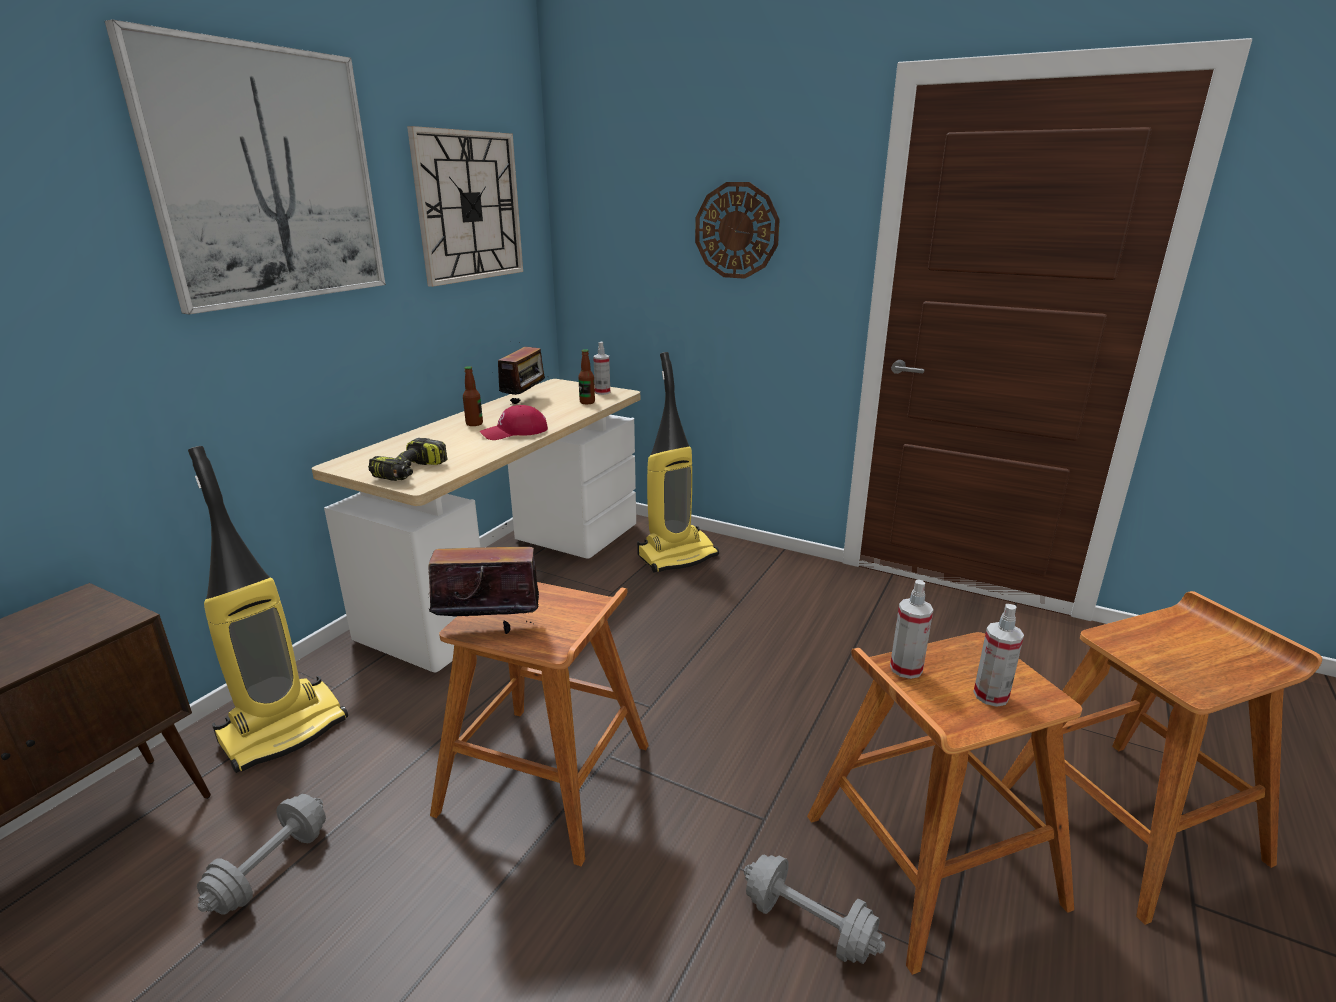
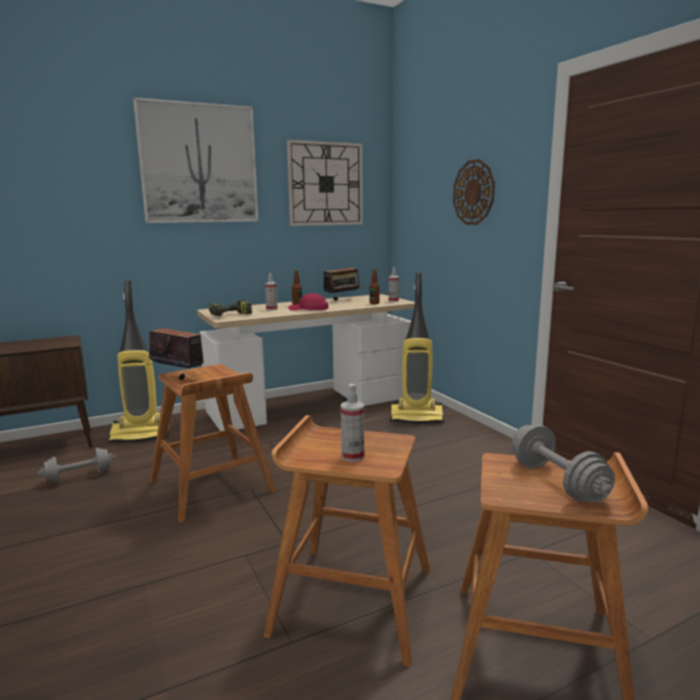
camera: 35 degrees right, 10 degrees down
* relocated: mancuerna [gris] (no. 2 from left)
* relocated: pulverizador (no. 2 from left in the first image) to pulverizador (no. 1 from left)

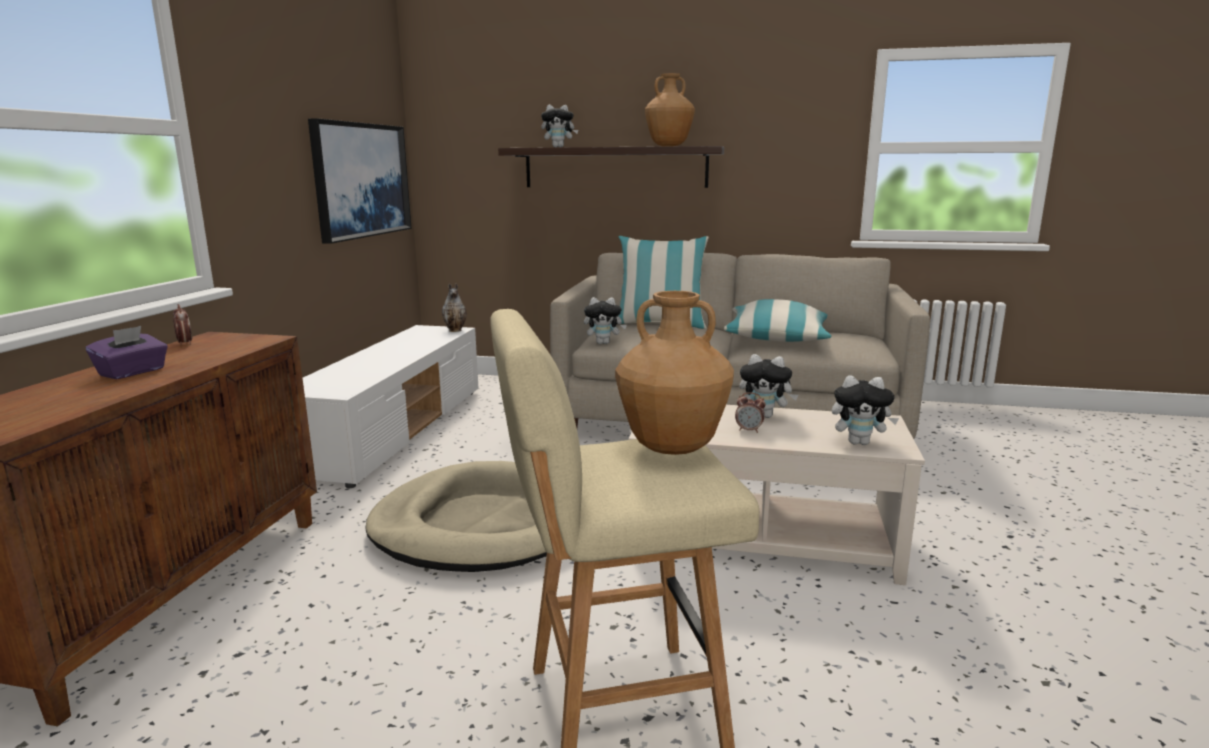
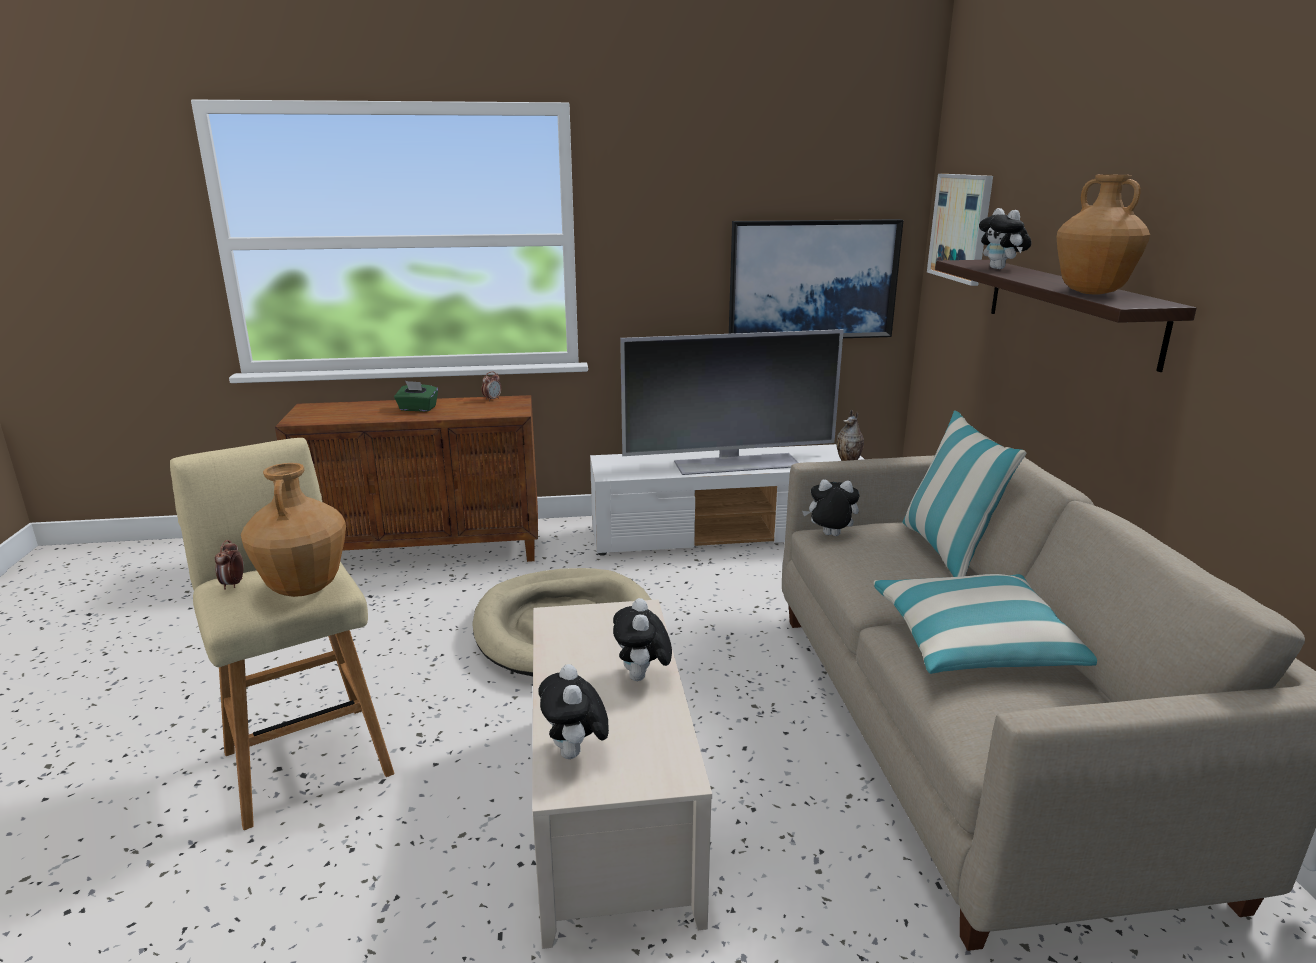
camera: 70 degrees right, 5 degrees up
* appeared: televisor
* appeared: cuadro (no. 2 from left)
* relocated: despertador (no. 2 from left in the first image) to despertador (no. 1 from left)
* colour: caja de pañuelos [morado] to caja de pañuelos [verde]
* spun: peluche (no. 2 from left in the first image) 120 degrees clockwise

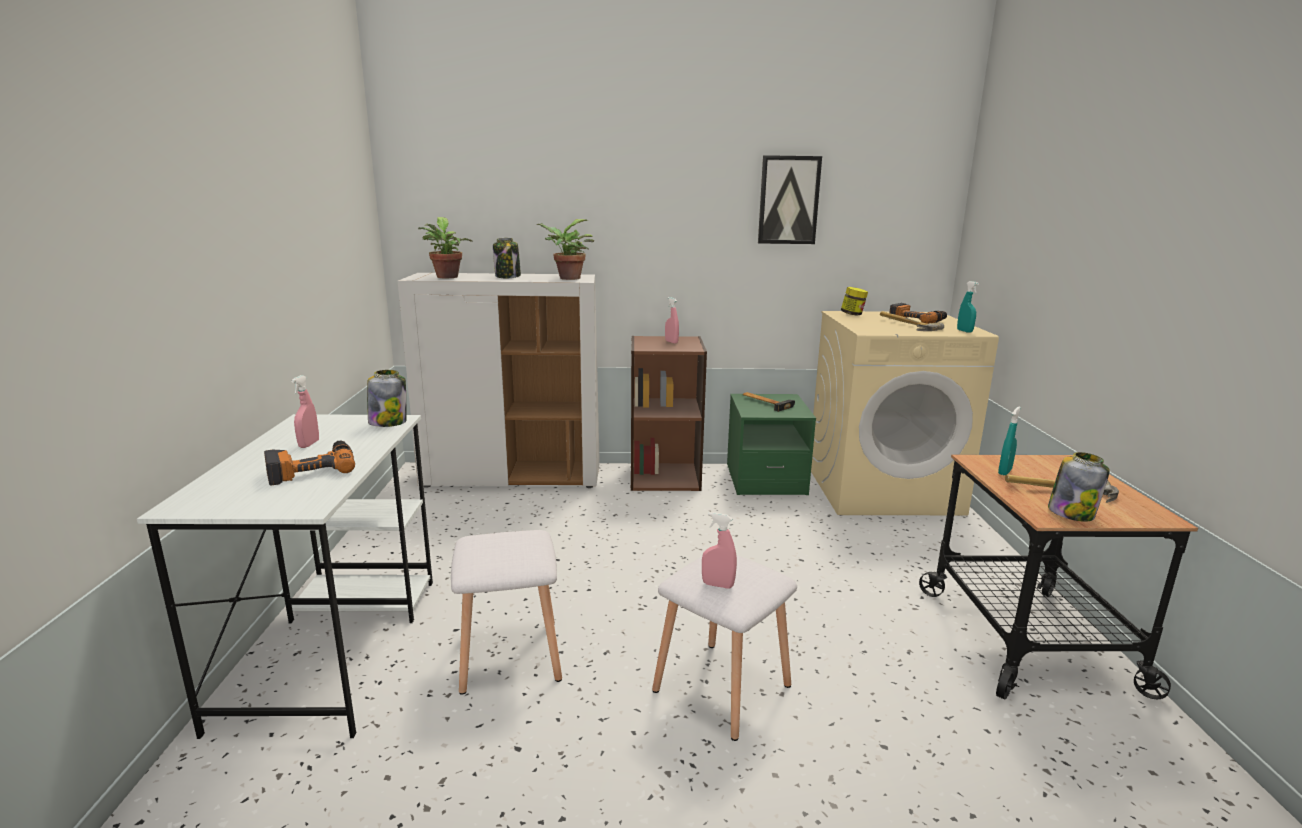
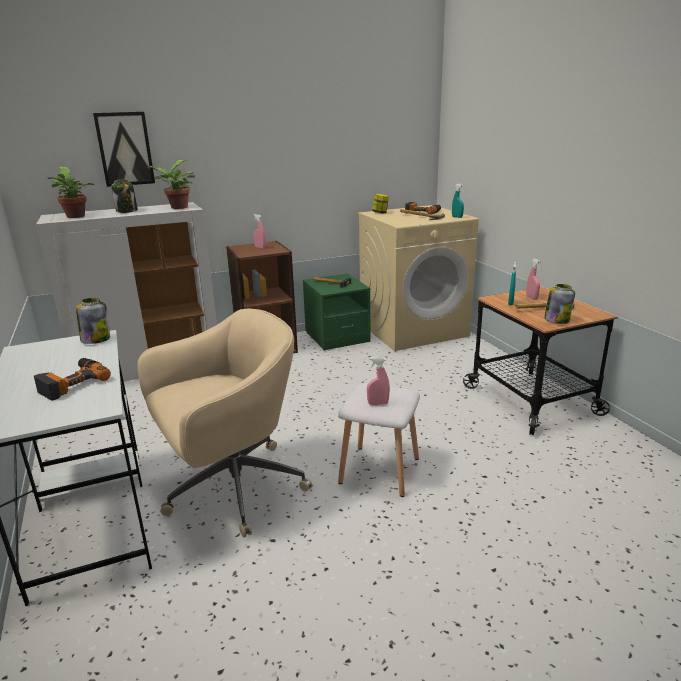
camera: 20 degrees left, 5 degrees up
* relocated: pulverizador [rosa] (no. 1 from left in the first image) to pulverizador [rosa] (no. 3 from left)
* relocated: cuadro
* exchanged: taburete [blanco] (no. 1 from left) to silla de oficina [beis]

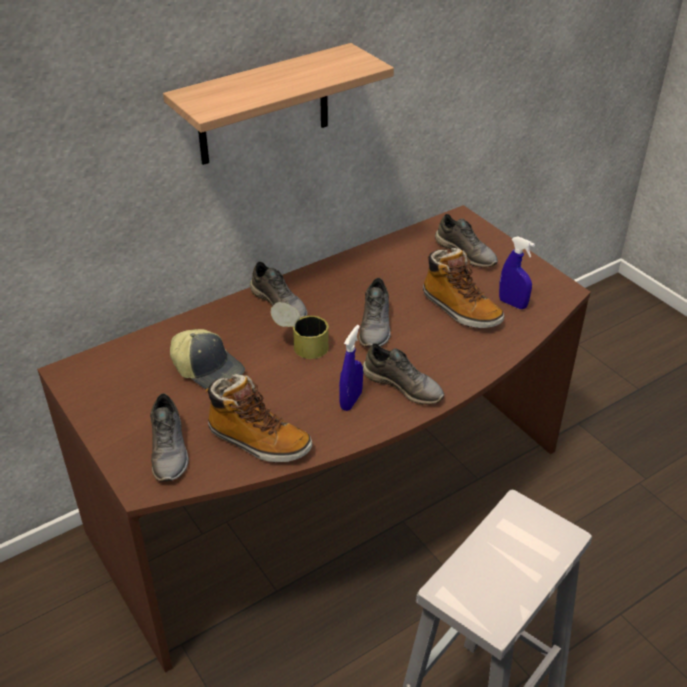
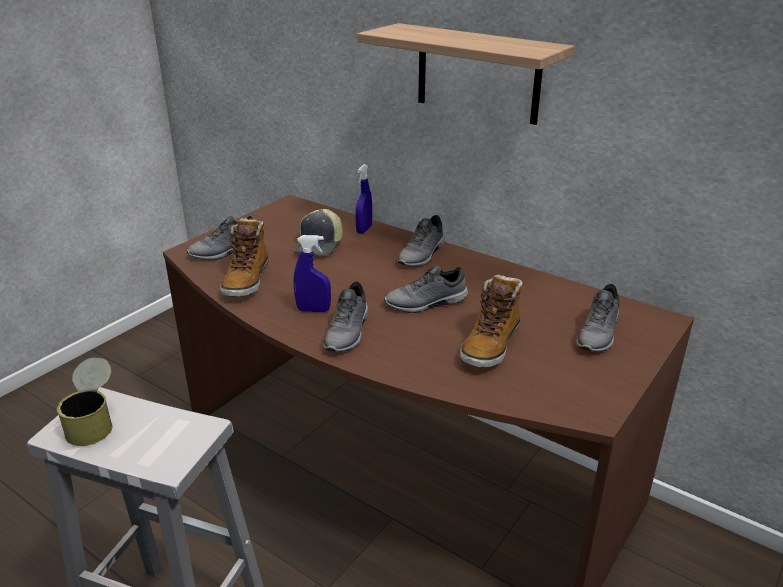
camera: 70 degrees right, 10 degrees down
* relocated: lata
* relocated: pulverizador [azul] (no. 2 from left)

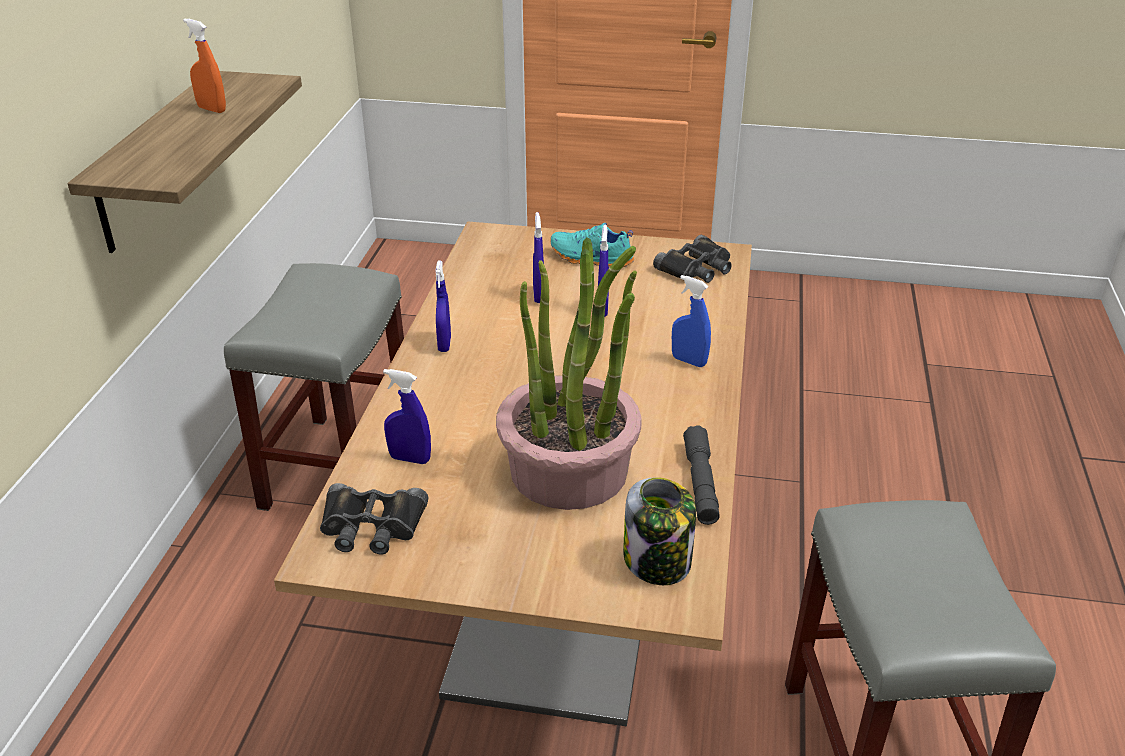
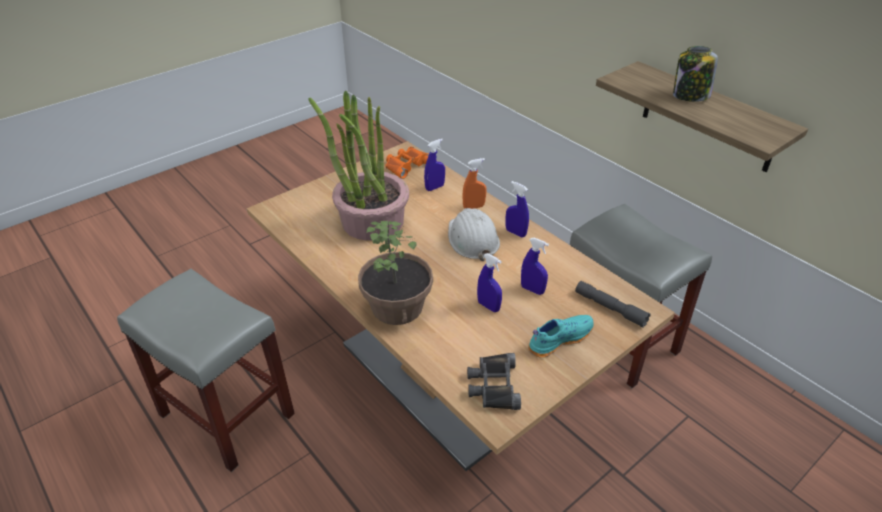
camera: 130 degrees right, 5 degrees up
* appeared: casco [blanco]
* relocated: pulverizador [naranja]
* relocated: tarro
* relocated: linterna [gris]
* exchanged: pulverizador [azul] (no. 5 from left) to planta en maceta (no. 2 from left)
* colour: prismáticos [negro] (no. 1 from left) to prismáticos [naranja]

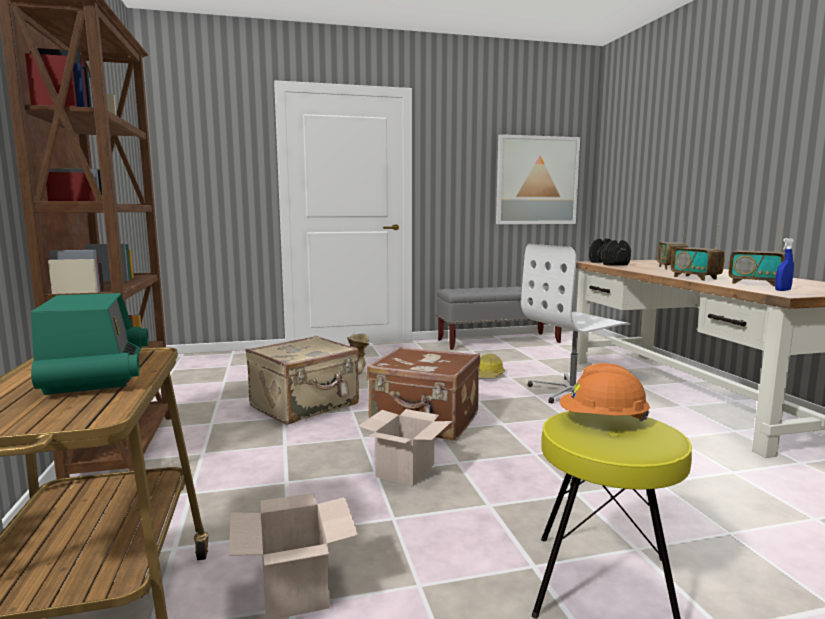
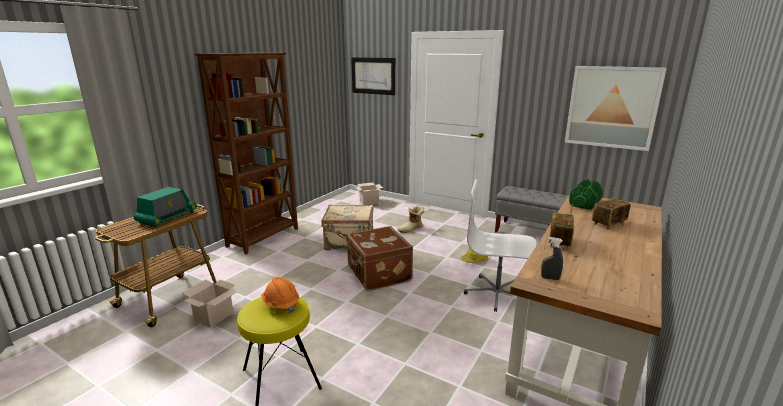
camera: 45 degrees right, 10 degrees up
* missing: radio (no. 4 from left)
* appeared: cuadro (no. 1 from left)
* relocated: caja de cartón (no. 2 from left)
* colour: mancuerna [negro] to mancuerna [verde]
* colour: pulverizador [azul] to pulverizador [gris]

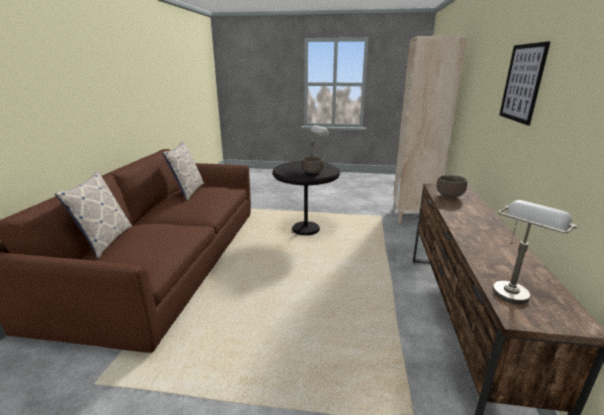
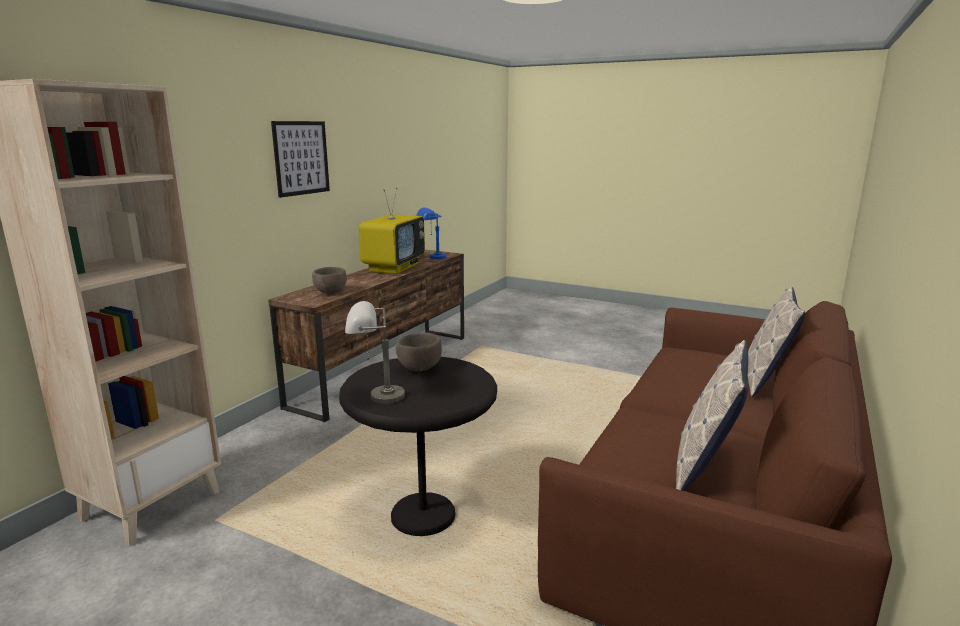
camera: 160 degrees left, 5 degrees down
* appeared: televisor
* colour: lámpara de mesa [gris] (no. 2 from left) to lámpara de mesa [azul]

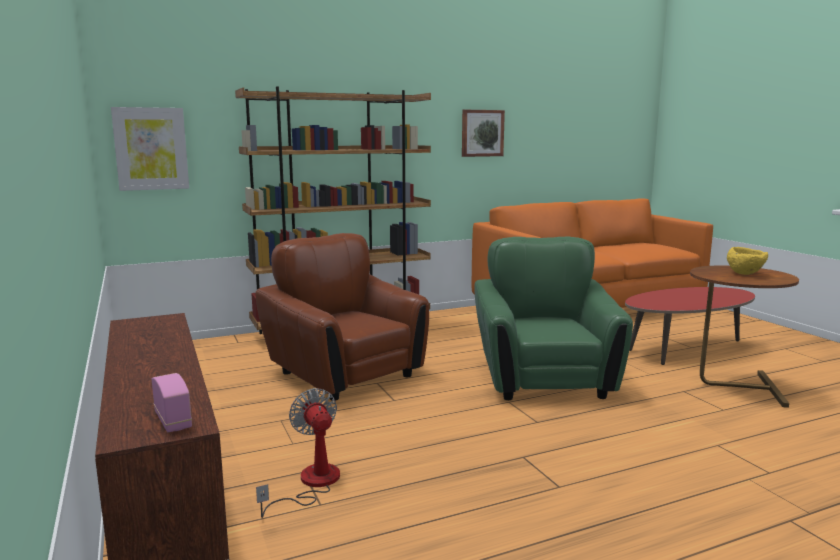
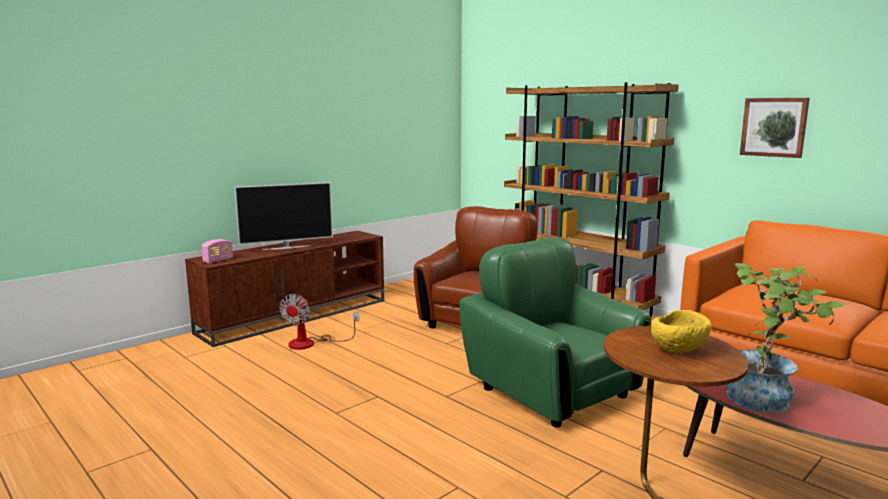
camera: 70 degrees right, 0 degrees up
* missing: cuadro (no. 1 from left)
* appeared: televisor
* appeared: planta en maceta
* spun: ventilador 150 degrees clockwise
* spun: sillón [verde] 105 degrees counterclockwise

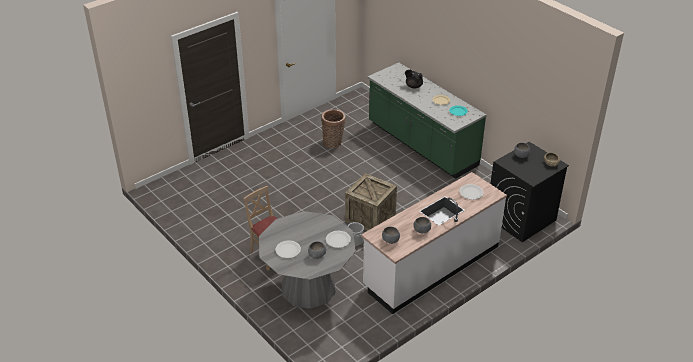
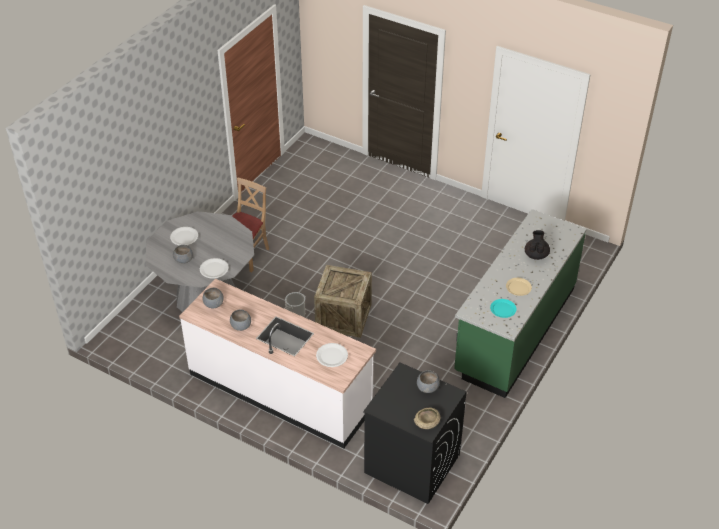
camera: 70 degrees right, 5 degrees up
* missing: cesta

